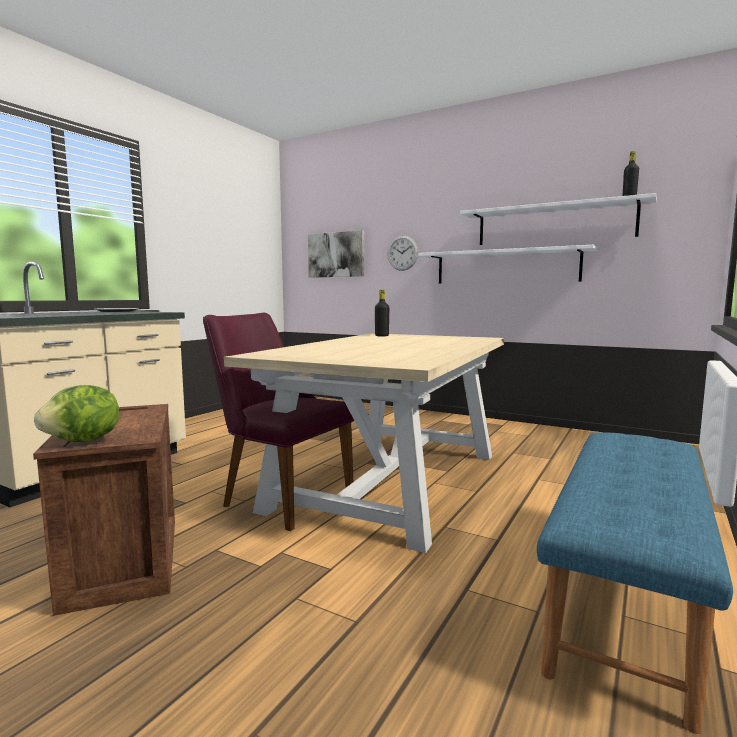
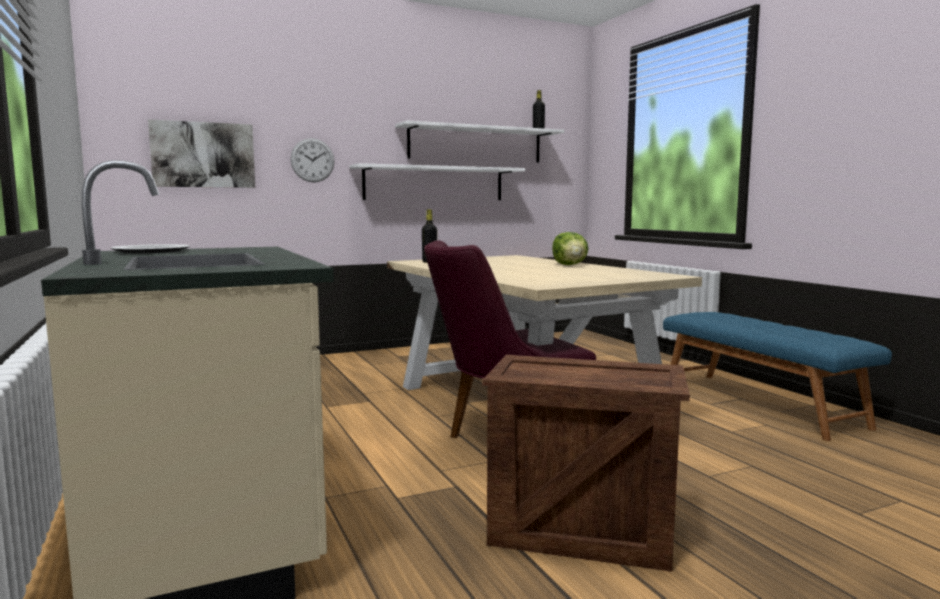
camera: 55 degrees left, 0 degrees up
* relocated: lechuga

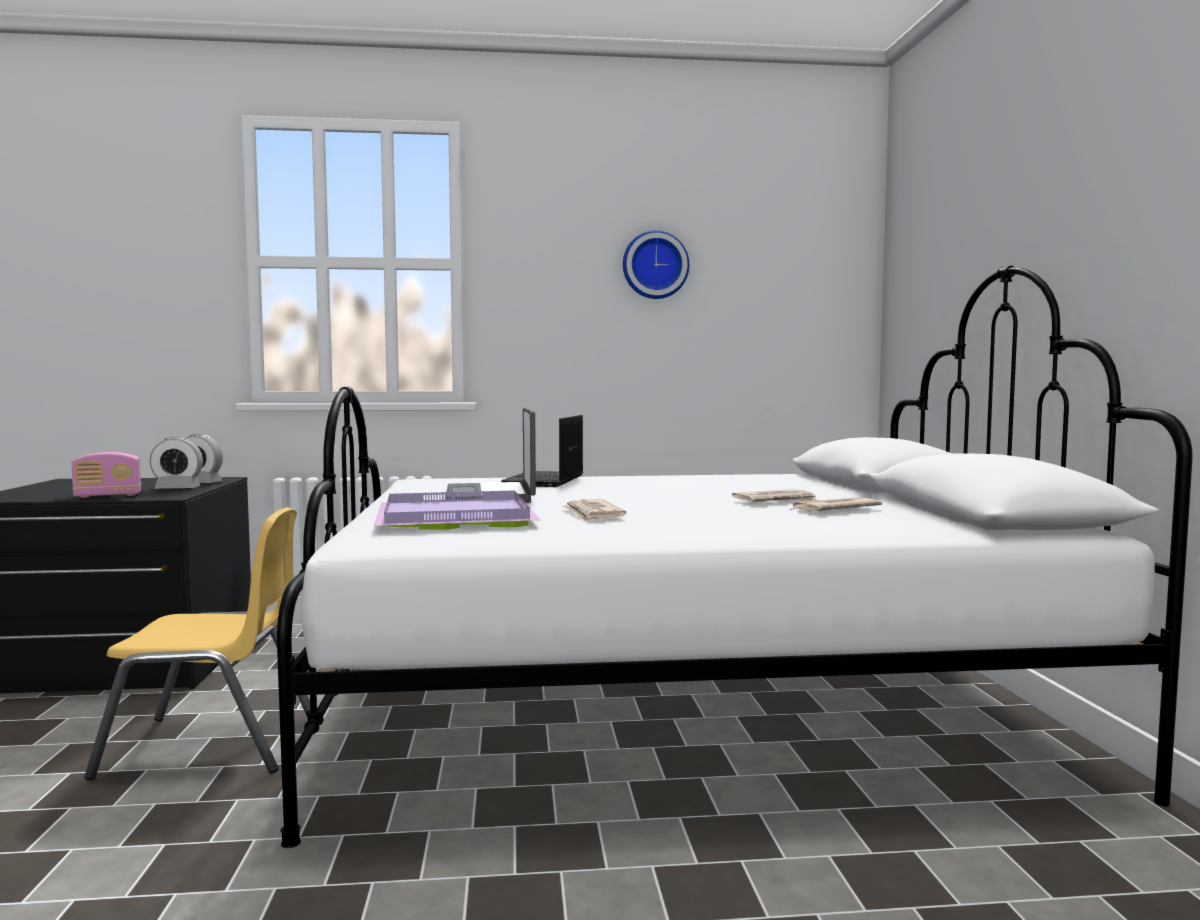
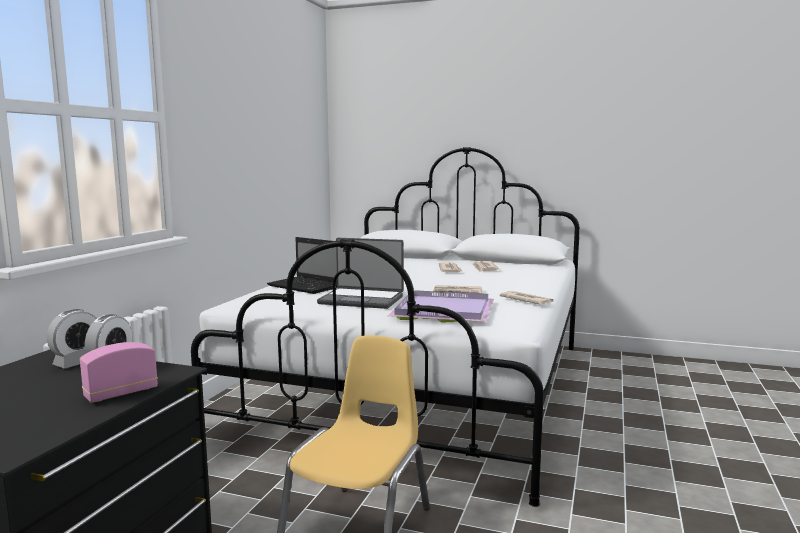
camera: 65 degrees left, 5 degrees up
* missing: reloj de pared
* appeared: periódico (no. 4 from left)
* spun: radio 135 degrees counterclockwise

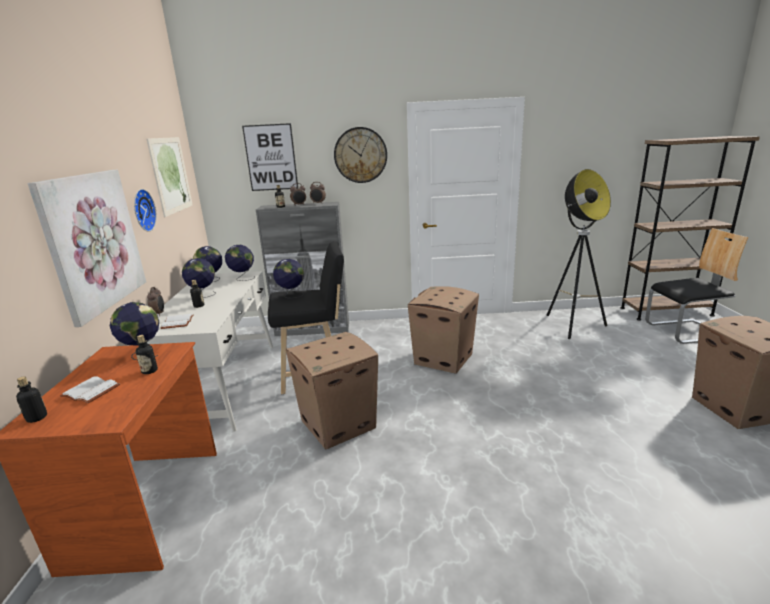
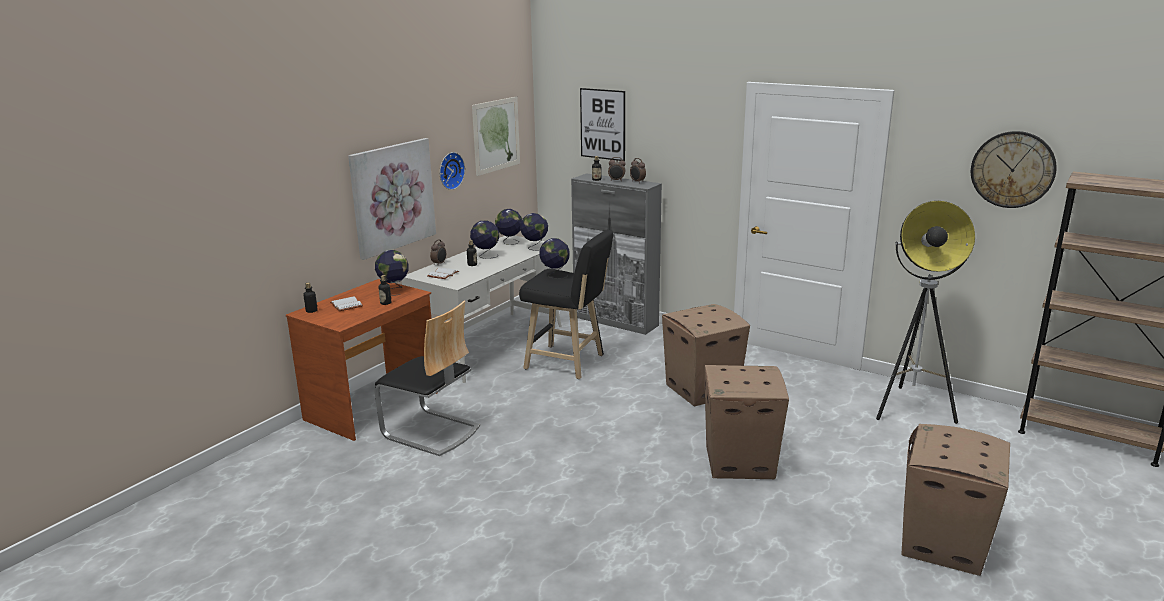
camera: 35 degrees right, 0 degrees up
* relocated: caja de cartón (no. 1 from left in the first image) to caja de cartón (no. 2 from left)
* relocated: reloj de pared (no. 2 from left)
* relocated: silla

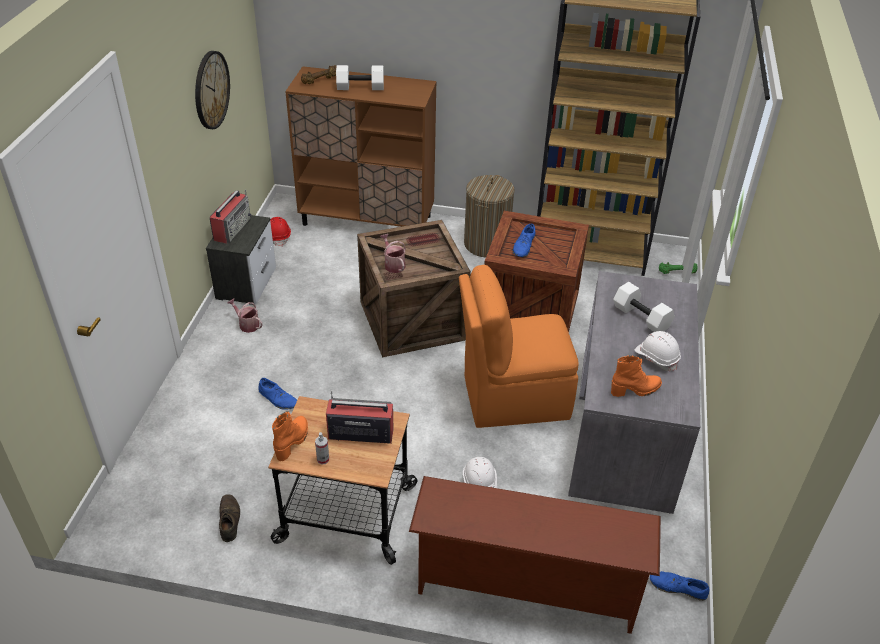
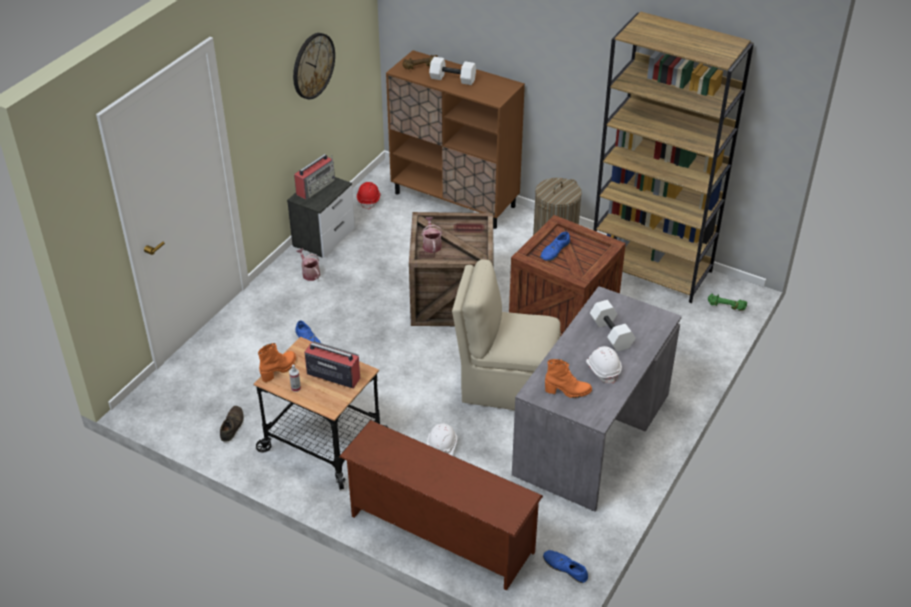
camera: 20 degrees right, 0 degrees up
* colour: silla [naranja] to silla [beis]

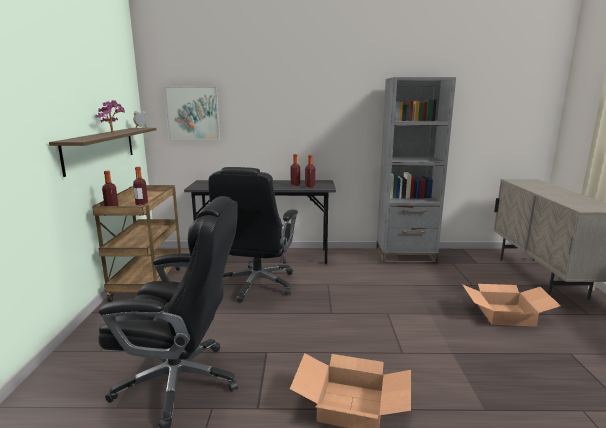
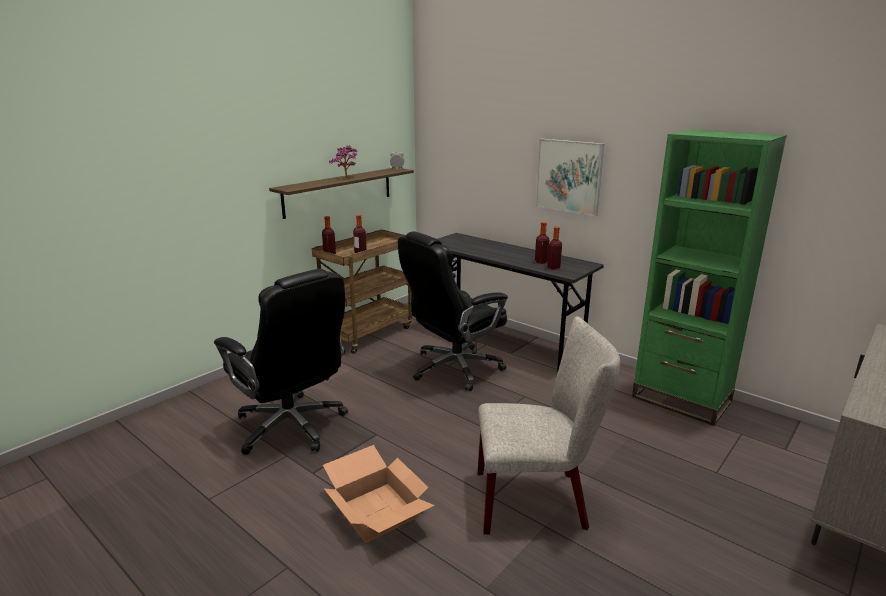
camera: 40 degrees right, 5 degrees up
* missing: caja de cartón (no. 2 from left)
* appeared: silla [beis]
* relocated: cuadro
* colour: estantería [gris] to estantería [verde]

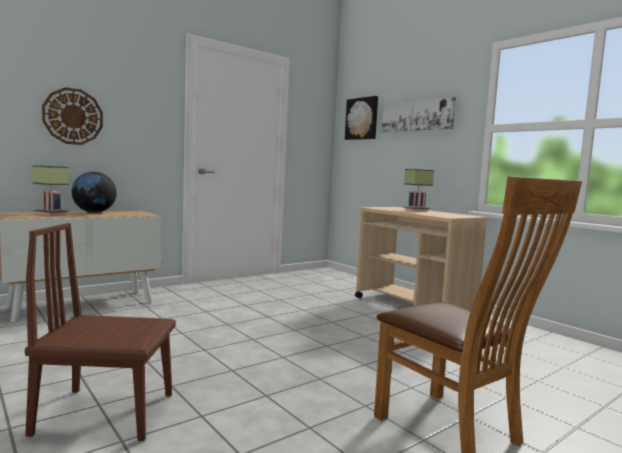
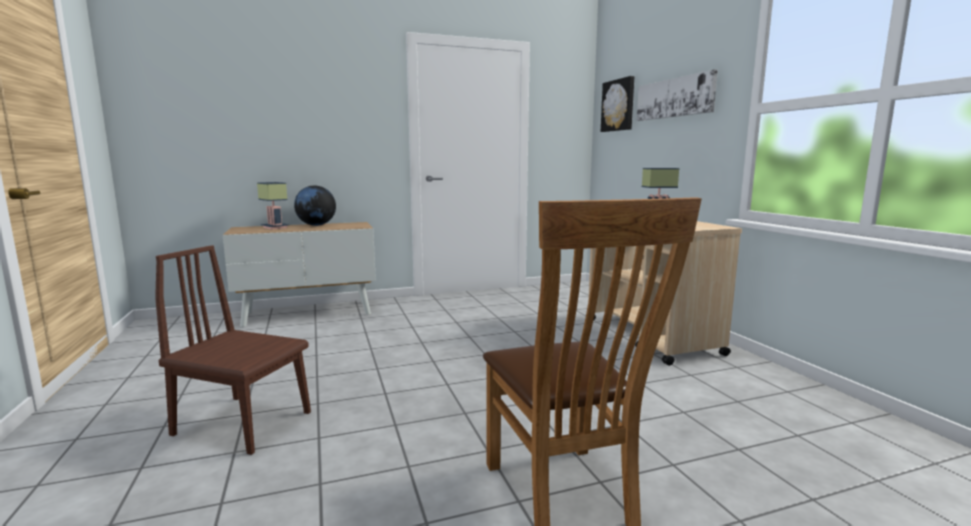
camera: 20 degrees right, 5 degrees up
* missing: reloj de pared

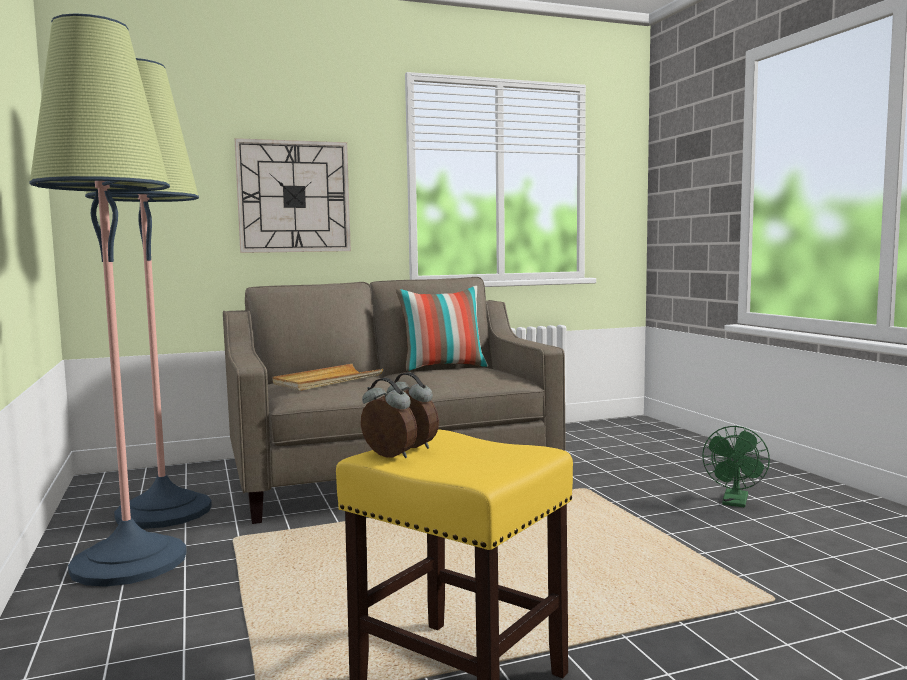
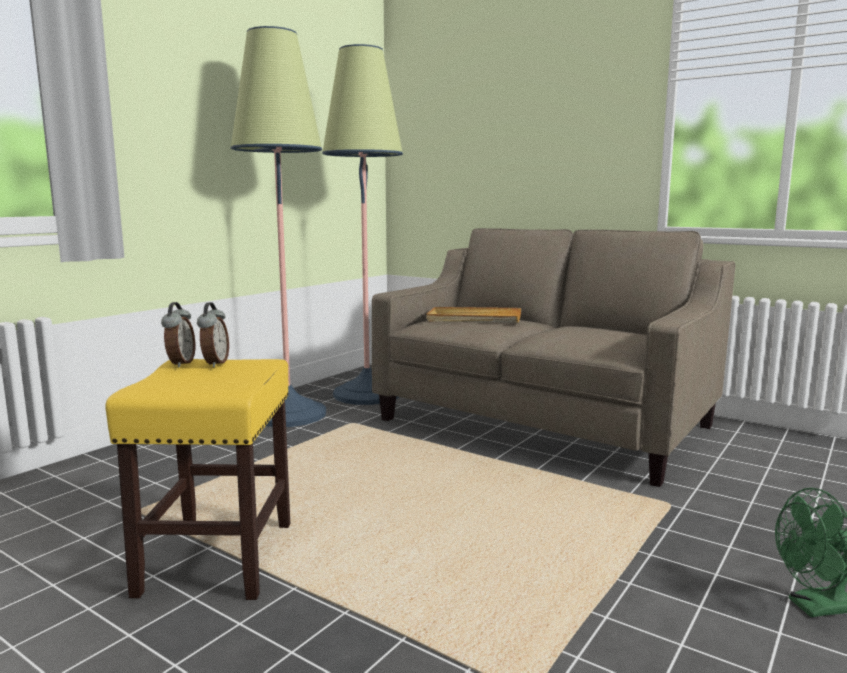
camera: 55 degrees right, 5 degrees up
* missing: reloj de pared
* missing: cojín

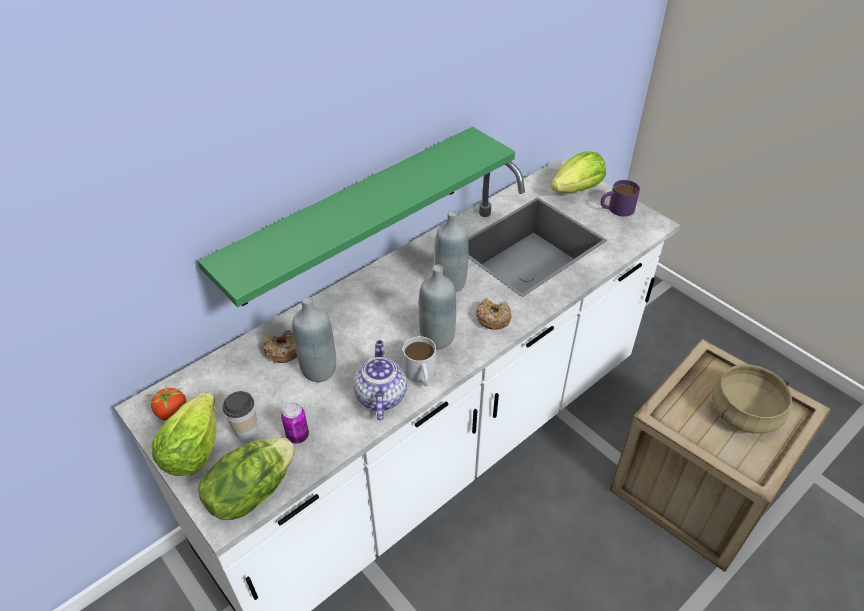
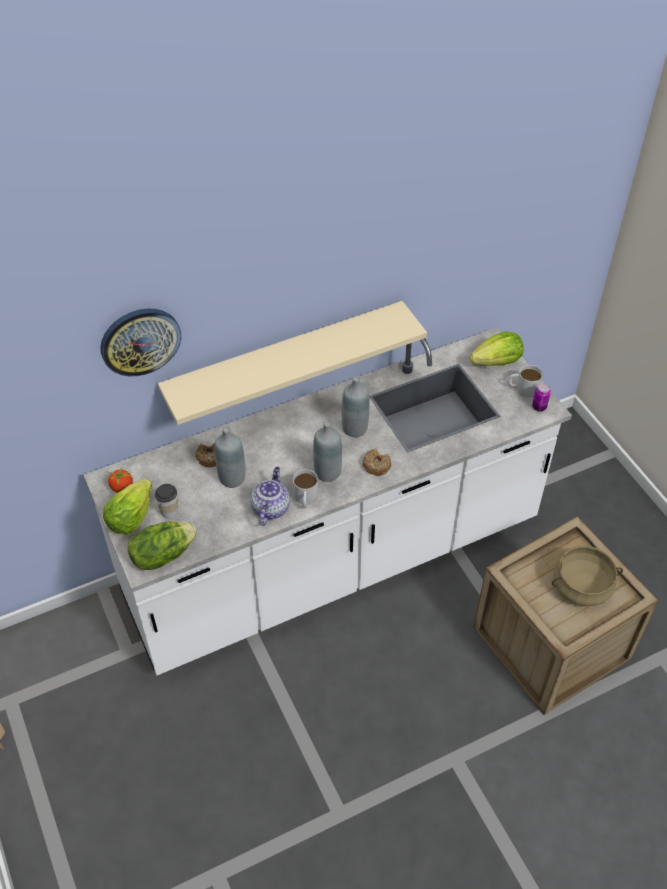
camera: 15 degrees right, 5 degrees up
* appeared: reloj de pared
* relocated: lata
* colour: estante [verde] to estante [beis]
* colour: taza grande [morado] to taza grande [blanco] (no. 2 from left)

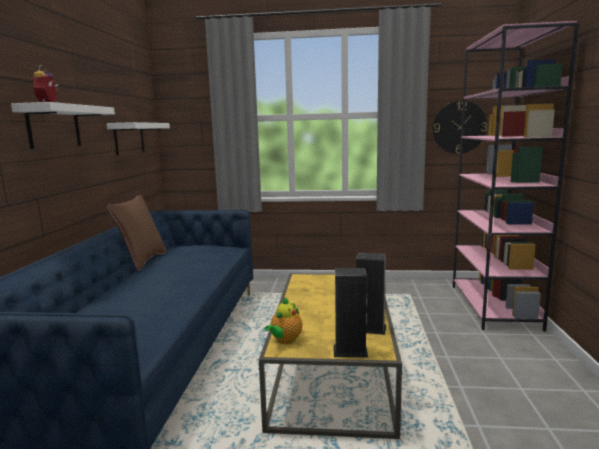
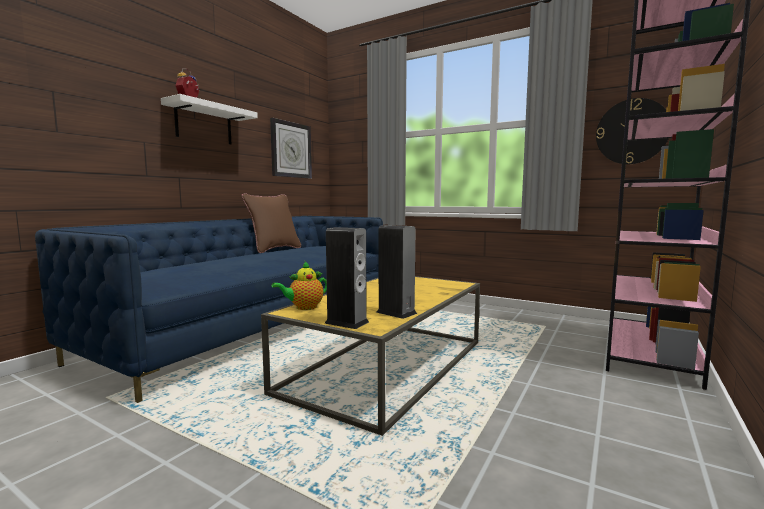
camera: 25 degrees right, 5 degrees down
* exchanged: estante [blanco] (no. 2 from left) to reloj de pared (no. 1 from left)

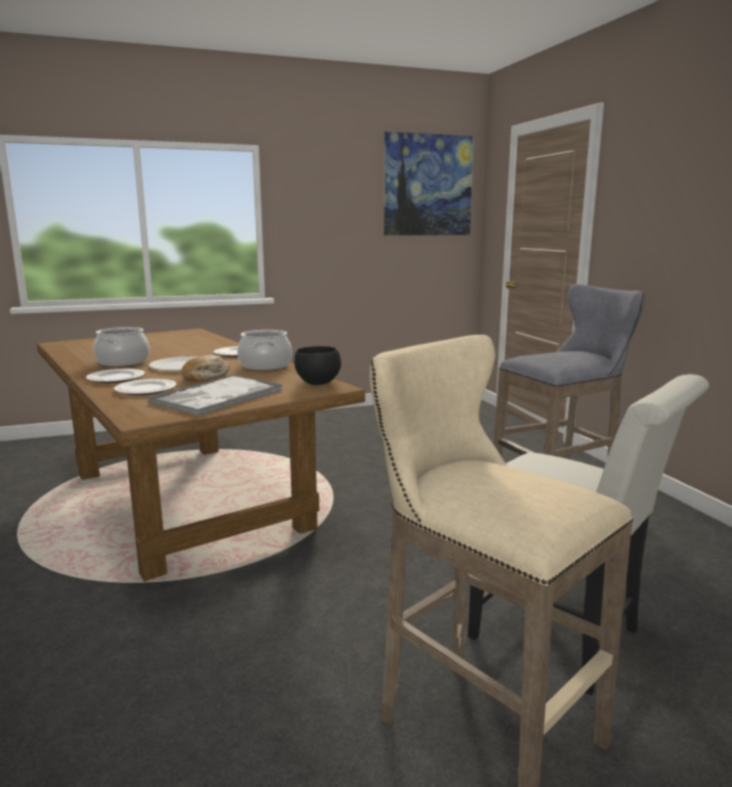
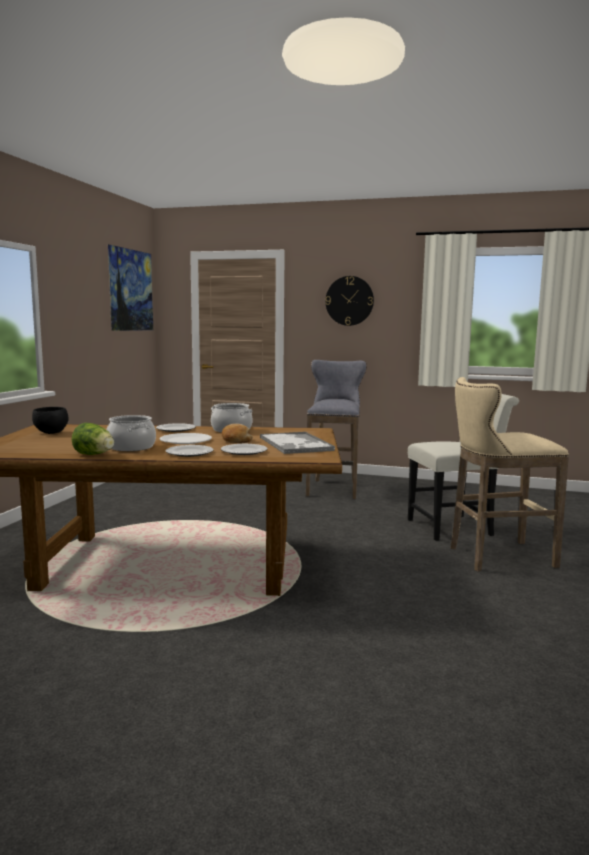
camera: 55 degrees left, 5 degrees down
* appeared: lechuga
* appeared: reloj de pared
* relocated: cuenco [negro]

